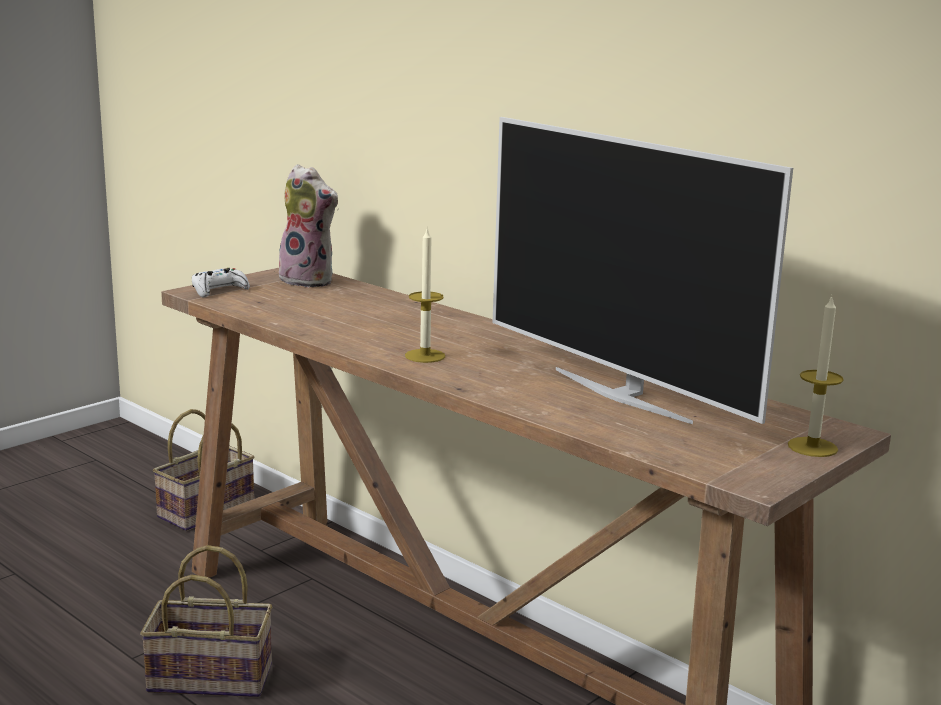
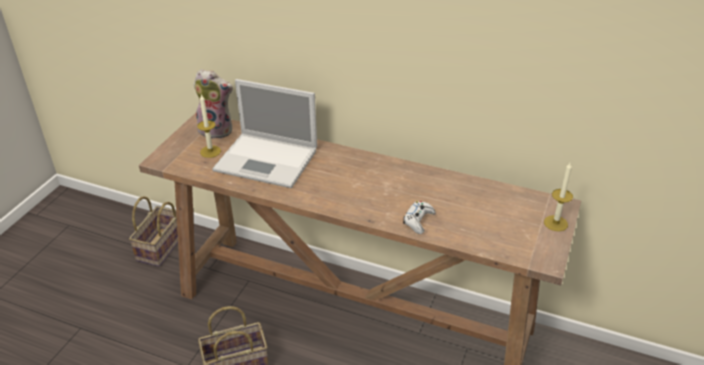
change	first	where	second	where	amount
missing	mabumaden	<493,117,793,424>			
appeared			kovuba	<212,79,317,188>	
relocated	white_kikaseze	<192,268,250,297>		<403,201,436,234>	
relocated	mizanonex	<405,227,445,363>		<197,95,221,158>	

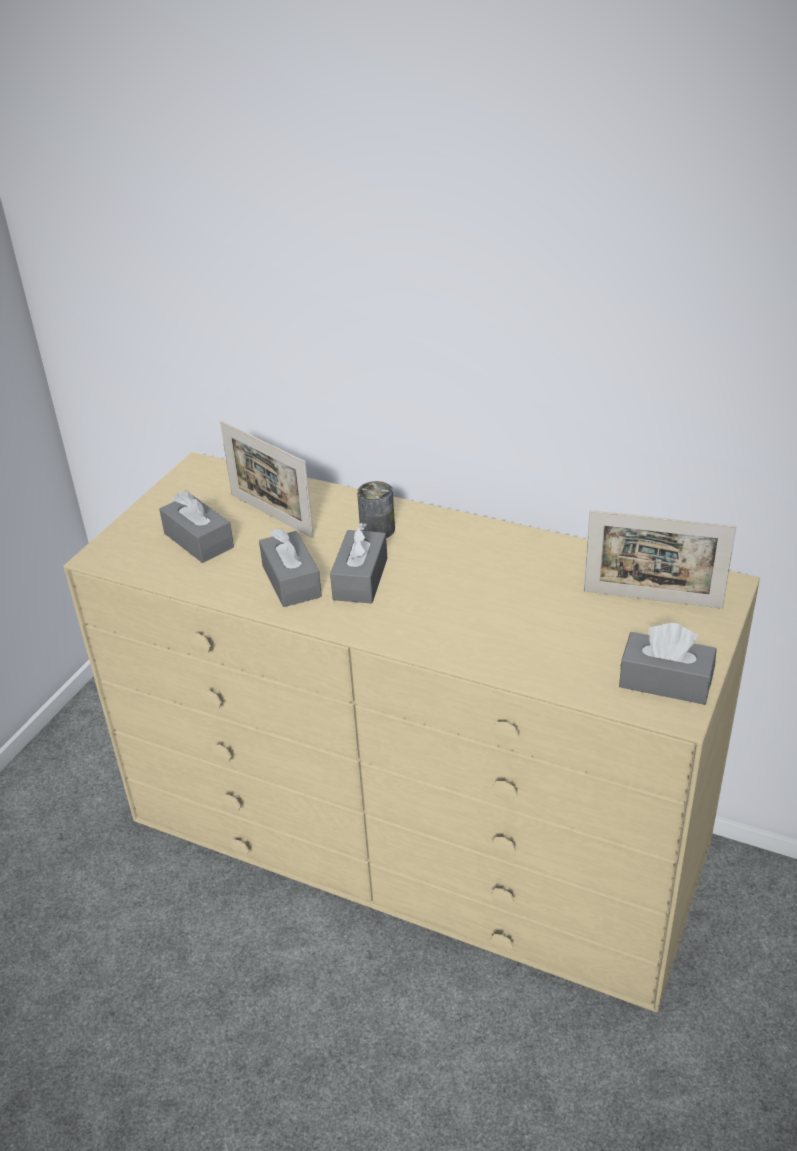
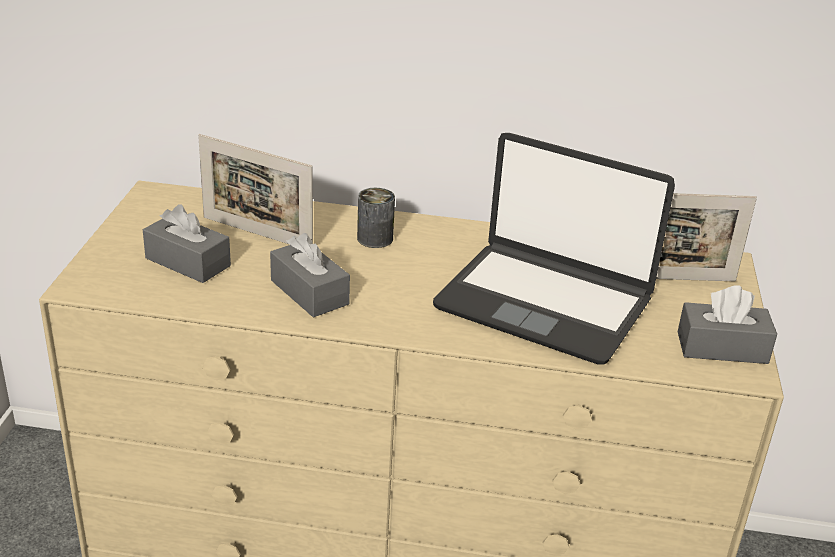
change	first	where	second	where	amount
missing	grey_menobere	<330,523,387,604>			
appeared			kovuba	<433,133,675,365>	

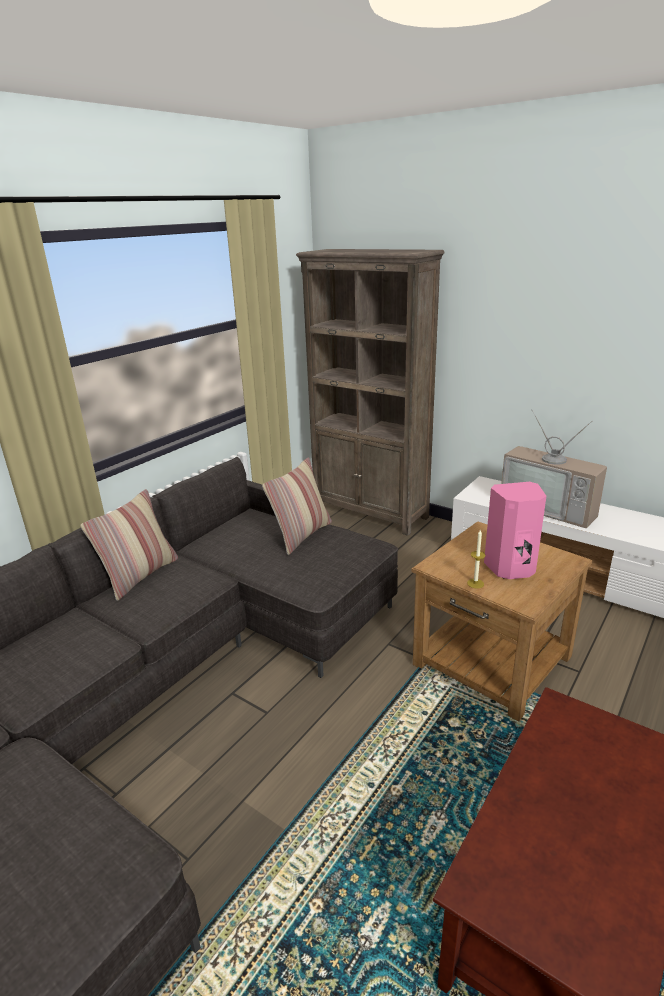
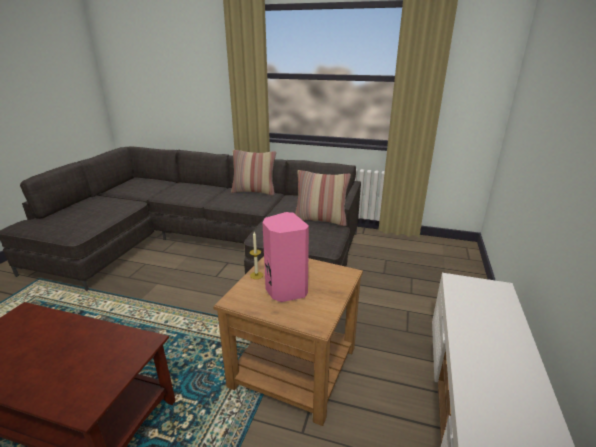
change	first	where	second	where	amount
missing	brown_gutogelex	<296,249,445,536>			
missing	mabumaden	<501,410,607,528>			

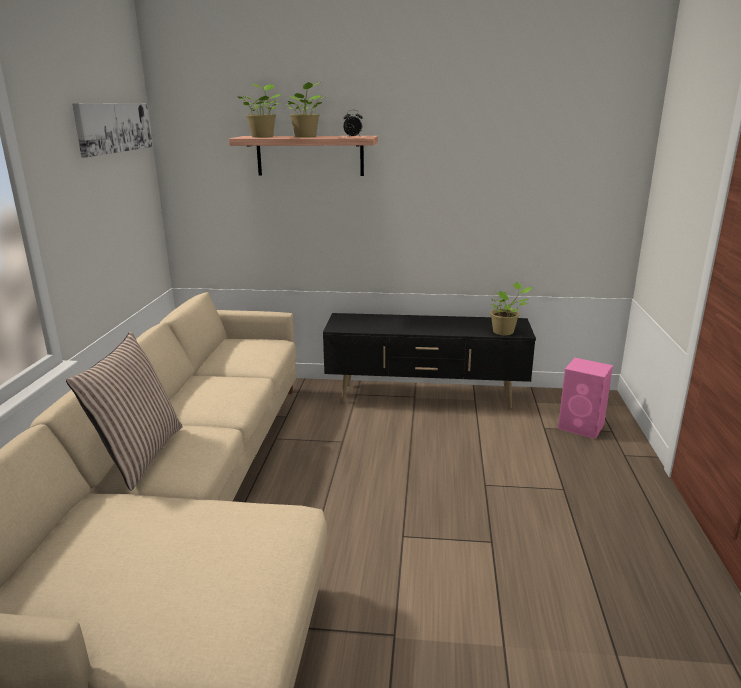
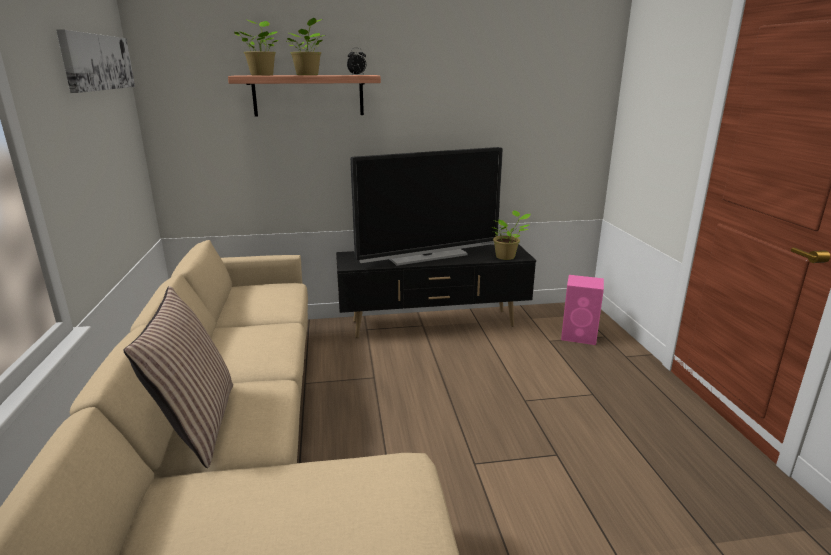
change	first	where	second	where	amount
appeared			mabumaden	<350,147,503,266>	

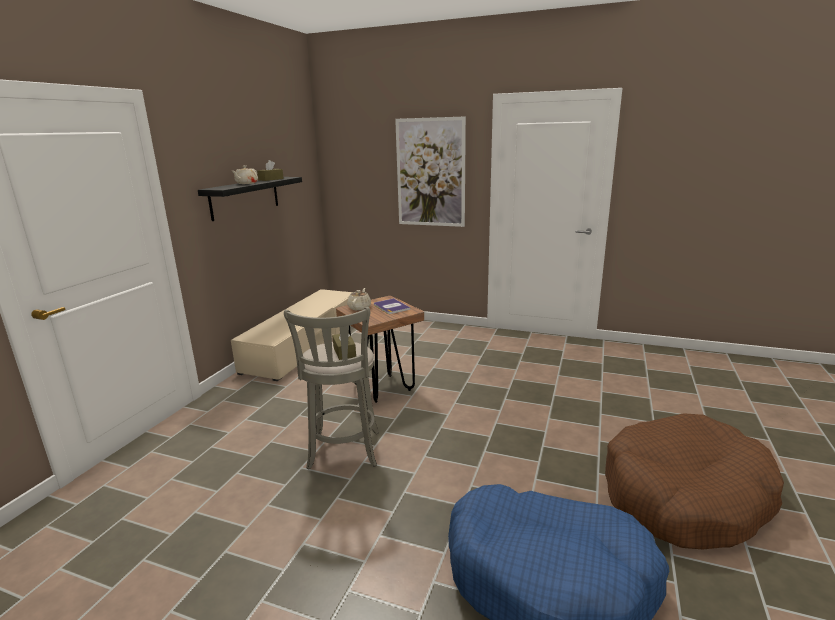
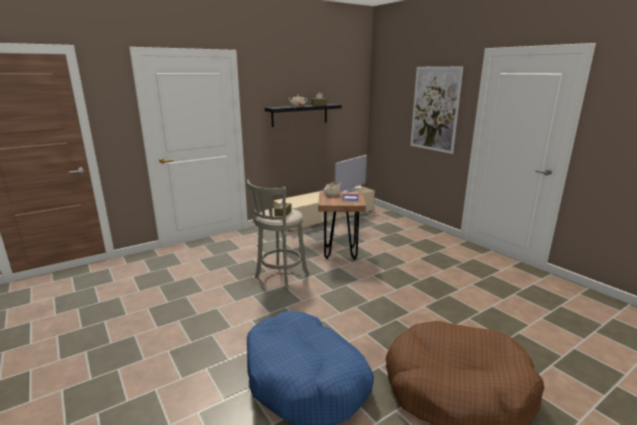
change	first	where	second	where	amount
appeared			mabumaden	<335,155,367,192>	

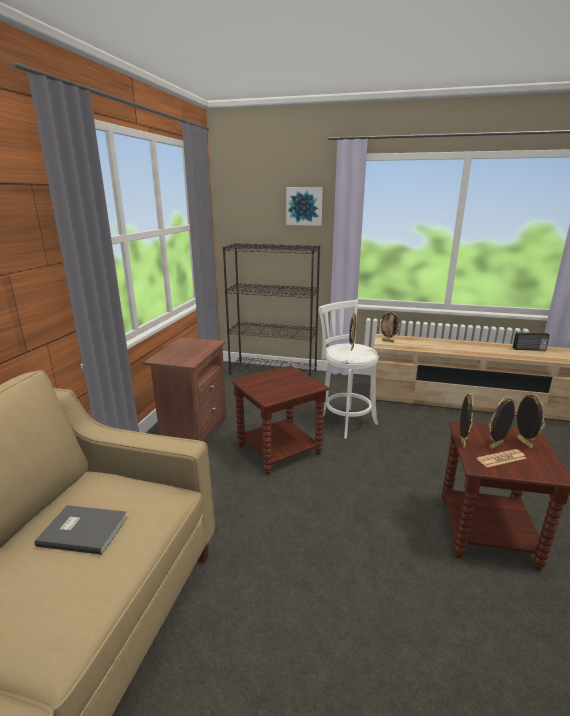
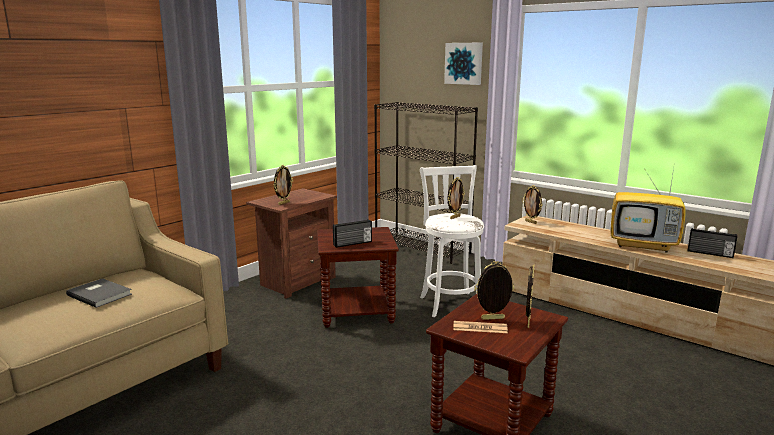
change	first	where	second	where	amount
appeared			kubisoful	<333,219,372,248>	
appeared			mabumaden	<611,165,686,253>	
relocated	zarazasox	<460,393,473,448>		<274,165,293,205>	

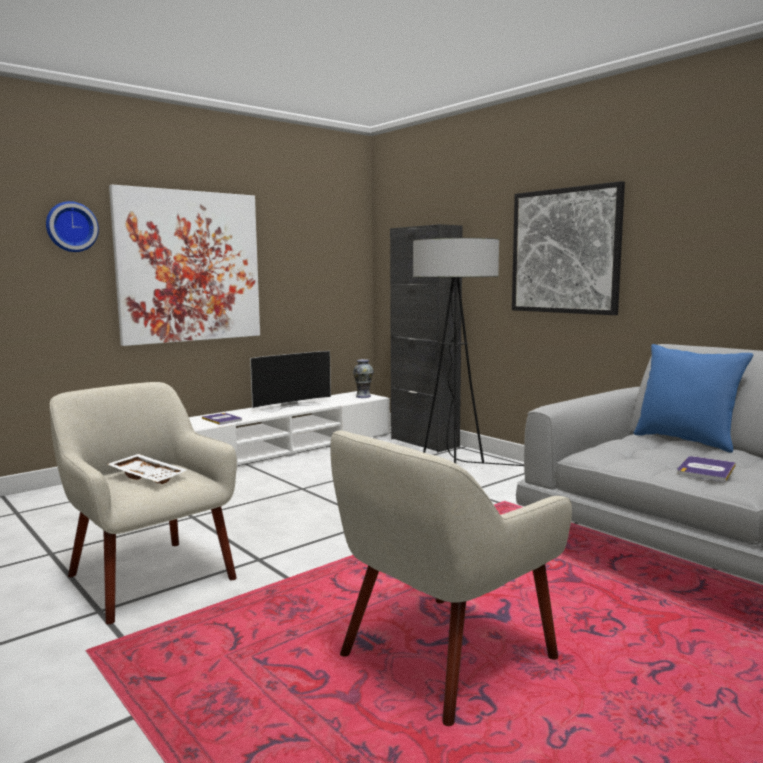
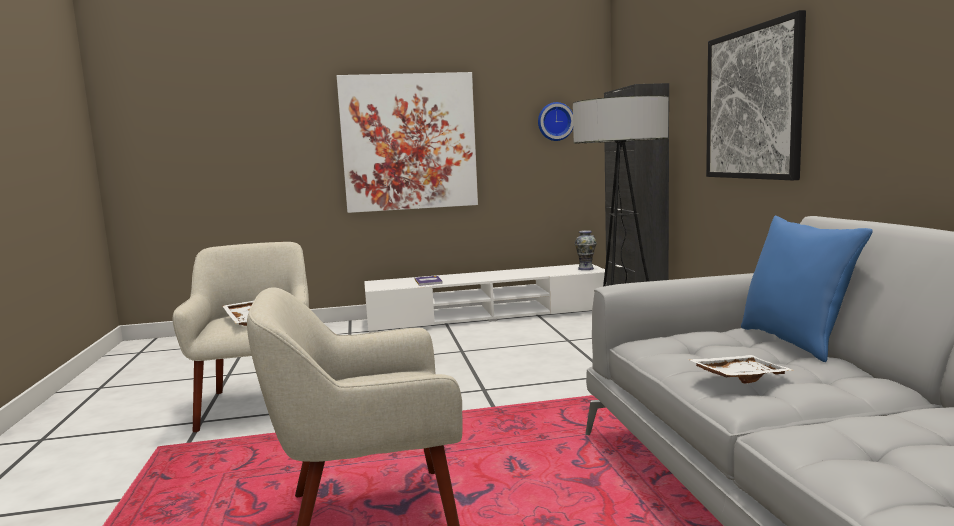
change	first	where	second	where	amount
missing	mabumaden	<250,351,331,412>			
relocated	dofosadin	<46,201,99,252>		<538,102,573,141>	
exchanged	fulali	<677,456,736,482>	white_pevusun	<687,355,793,383>	

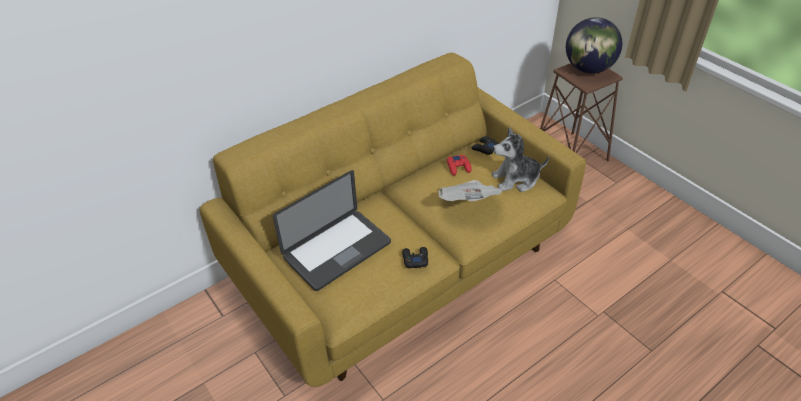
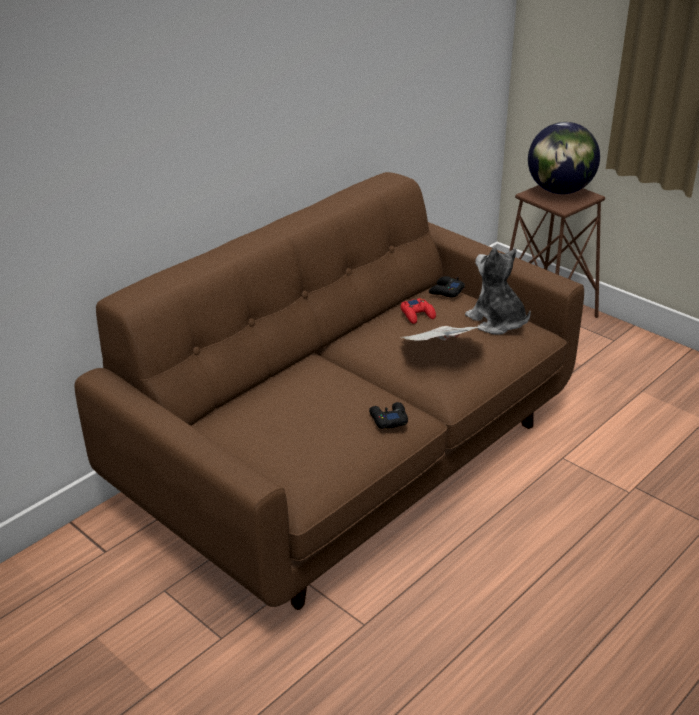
change	first	where	second	where	amount
missing	kovuba	<273,170,391,291>			
colour	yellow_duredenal	<200,53,586,387>	brown_duredenal	<75,172,584,610>	
spun	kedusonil	<492,127,549,192>		<465,247,531,335>	75 degrees clockwise

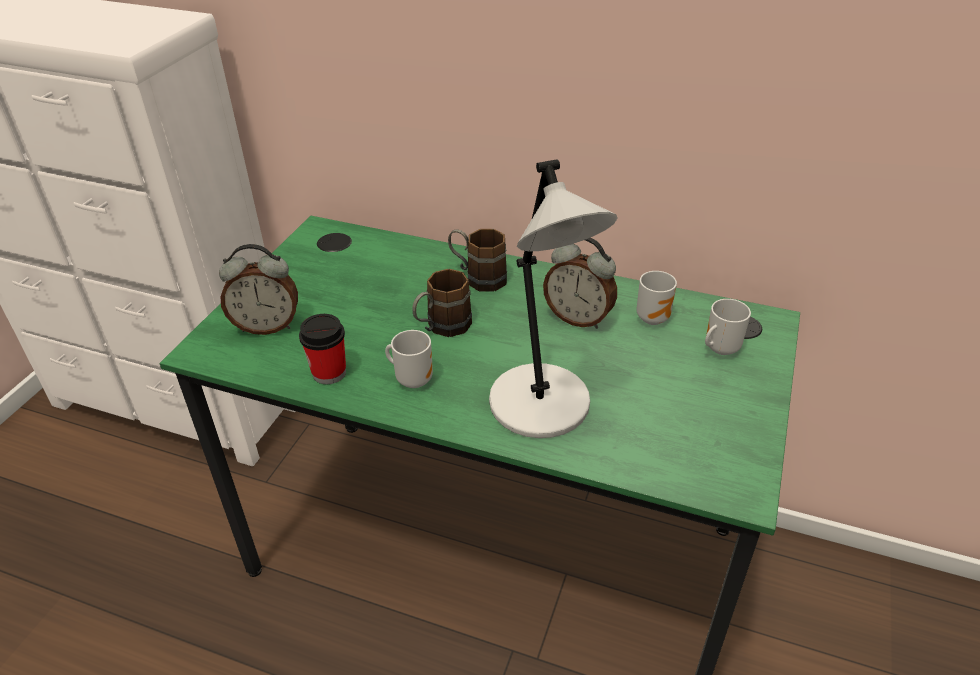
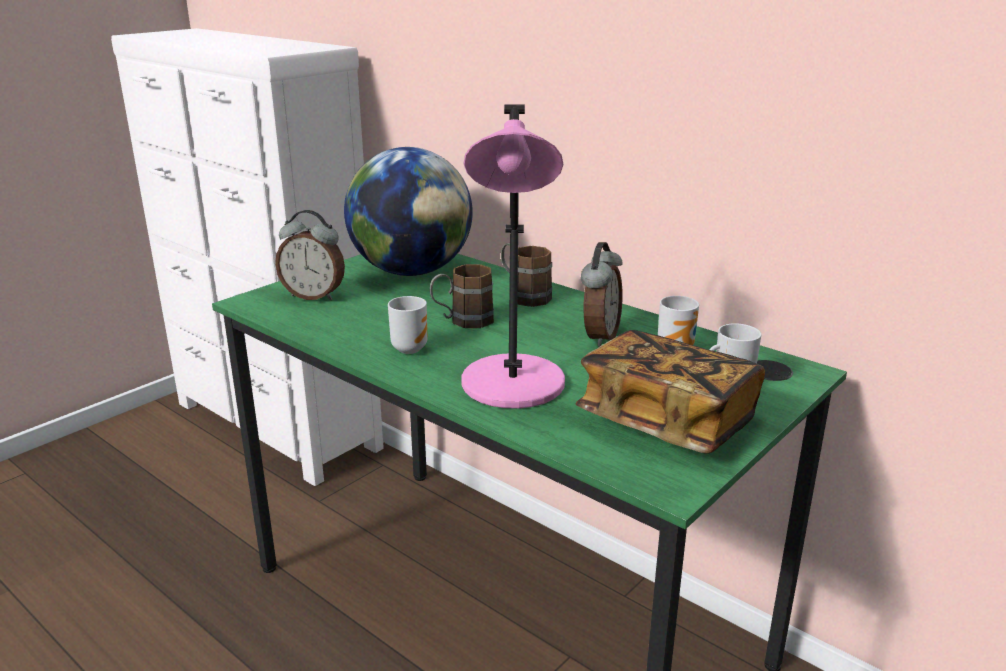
change	first	where	second	where	amount
missing	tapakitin	<299,314,346,384>			
appeared			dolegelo	<344,147,473,276>	
appeared			fulali	<576,330,765,454>	
colour	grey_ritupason	<489,159,618,438>	pink_ritupason	<461,104,565,408>	
spun	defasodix	<543,237,617,329>		<581,242,623,347>	120 degrees counterclockwise

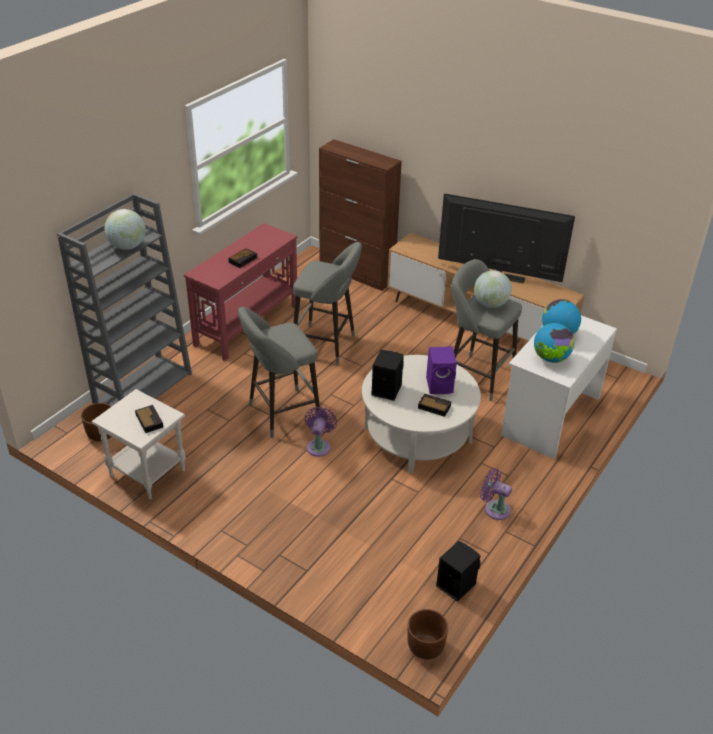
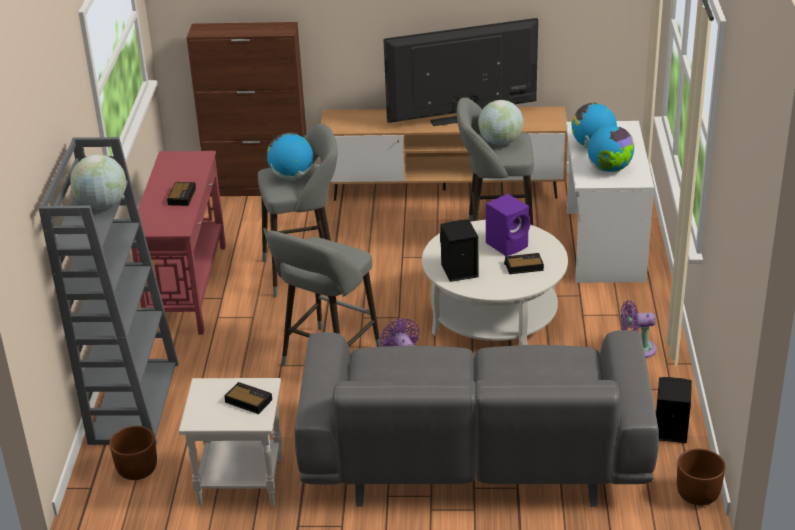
change	first	where	second	where	amount
appeared			dolegelo	<267,133,313,180>	
appeared			grey_duredenal	<295,330,659,507>	

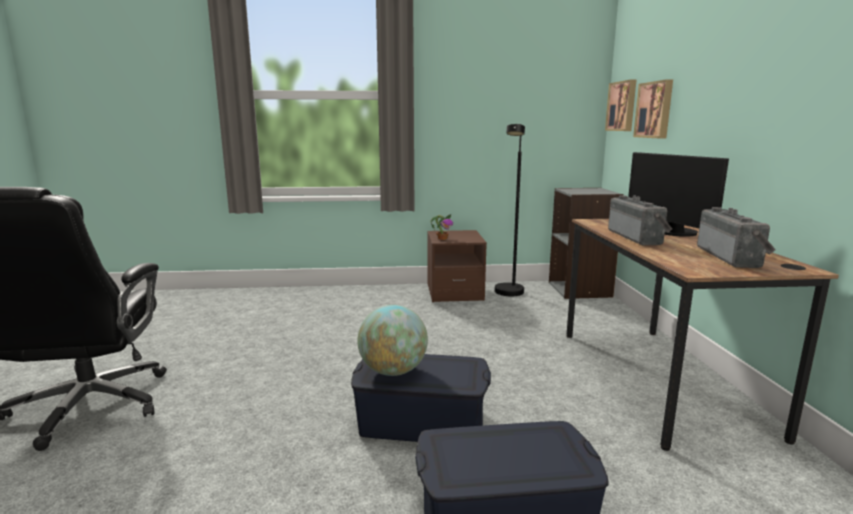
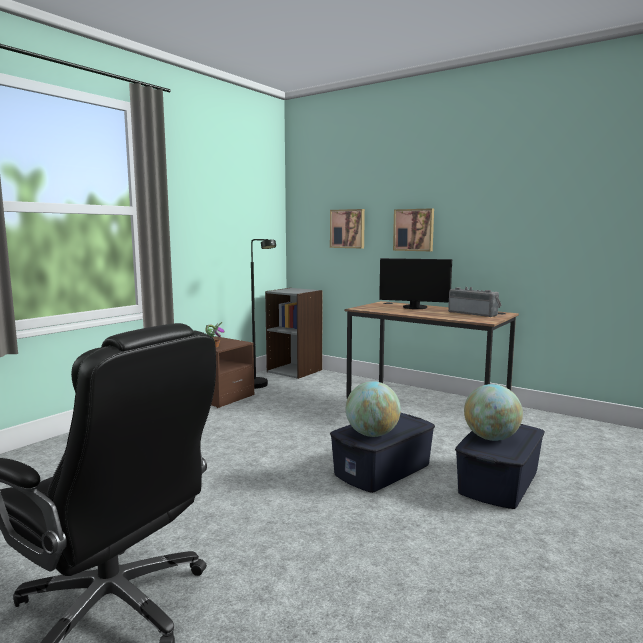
change	first	where	second	where	amount
missing	kubisoful	<608,195,672,245>			
appeared			dolegelo	<464,384,523,441>	
relocated	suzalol	<605,79,636,131>		<393,208,434,251>	

